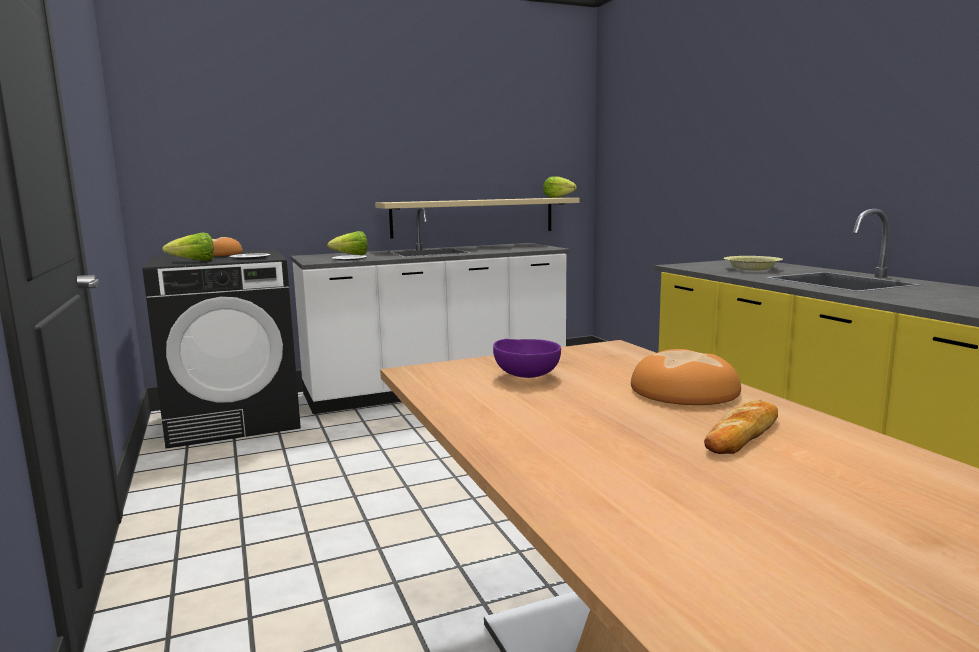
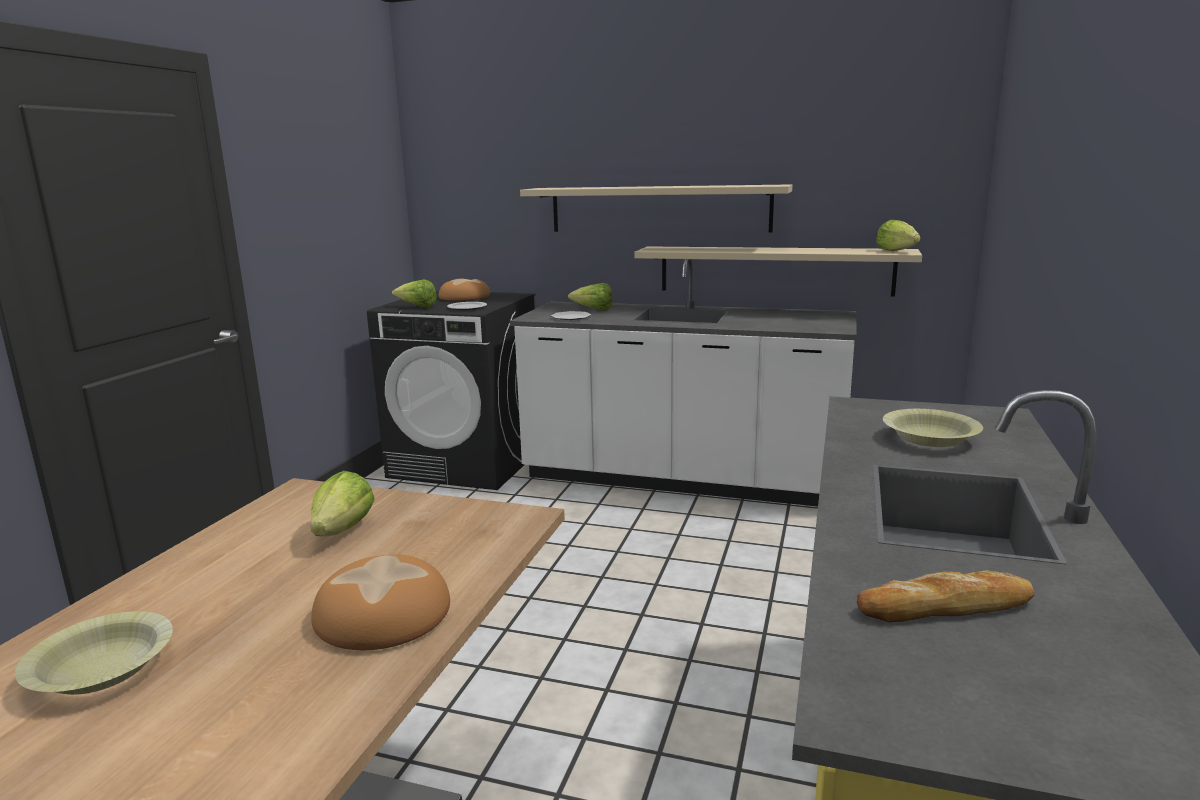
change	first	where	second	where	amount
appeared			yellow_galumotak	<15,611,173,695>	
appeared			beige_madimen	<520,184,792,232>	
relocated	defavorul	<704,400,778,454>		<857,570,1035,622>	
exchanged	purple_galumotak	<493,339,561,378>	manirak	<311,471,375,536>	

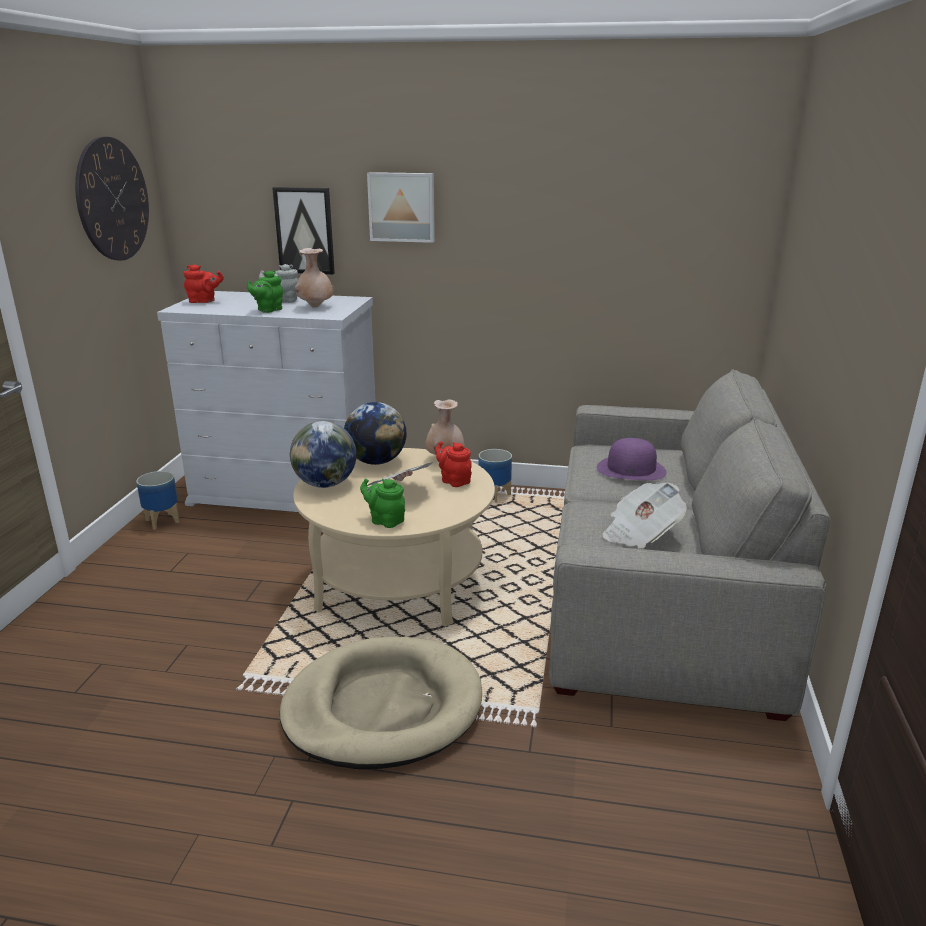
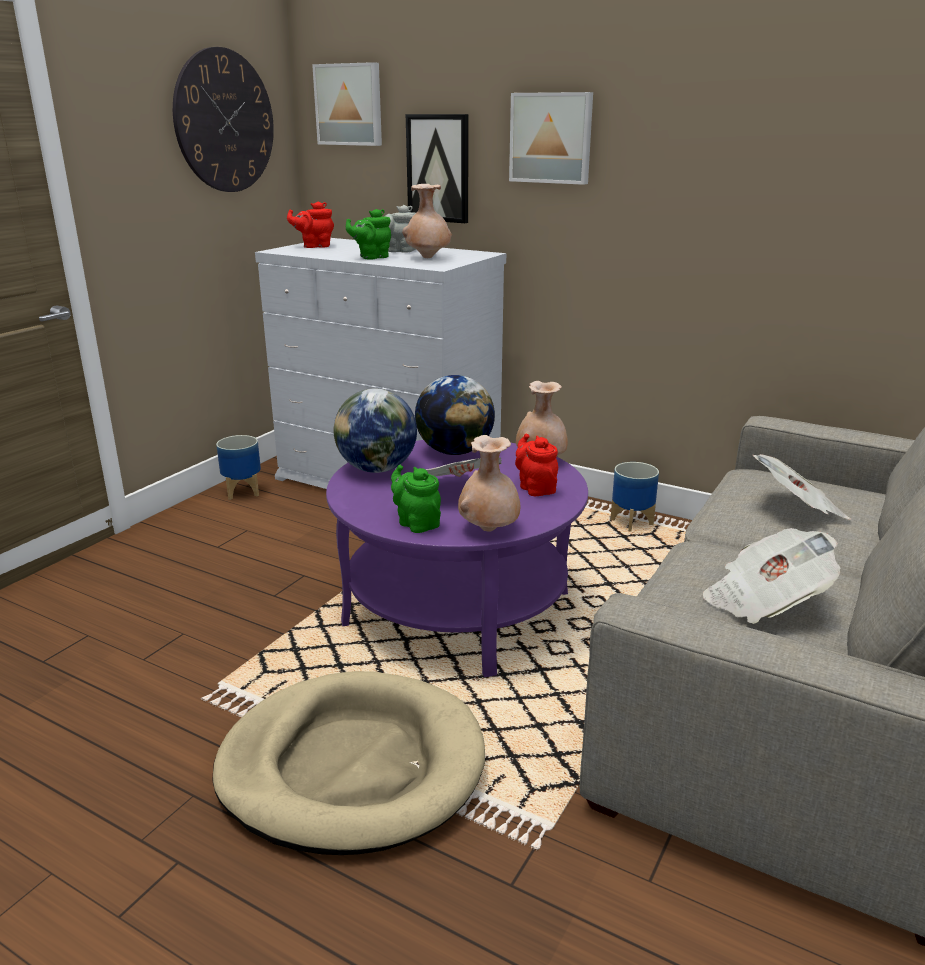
change	first	where	second	where	amount
appeared			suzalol	<312,62,382,146>	
appeared			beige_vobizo	<458,435,520,531>	
exchanged	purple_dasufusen	<597,438,667,480>	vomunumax	<753,454,851,519>	
colour	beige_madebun	<293,448,495,627>	purple_madebun	<326,440,588,677>	
spun	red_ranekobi	<184,264,224,303>		<287,202,334,248>	150 degrees clockwise

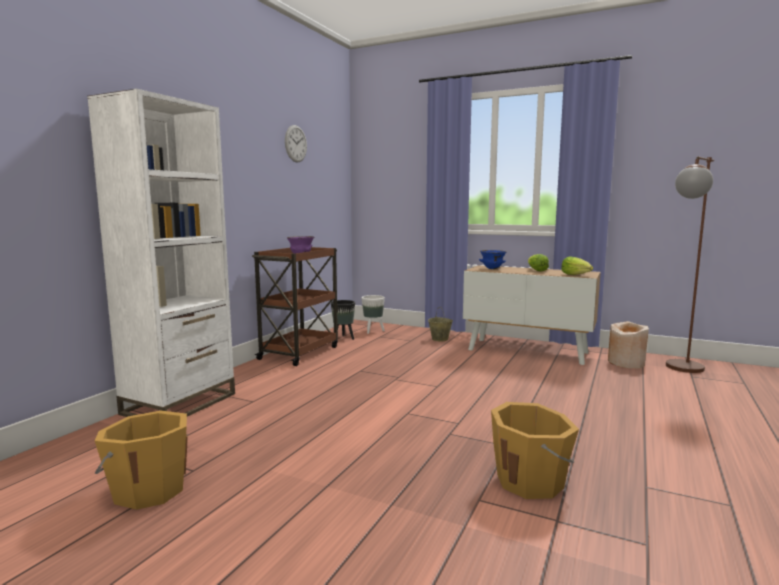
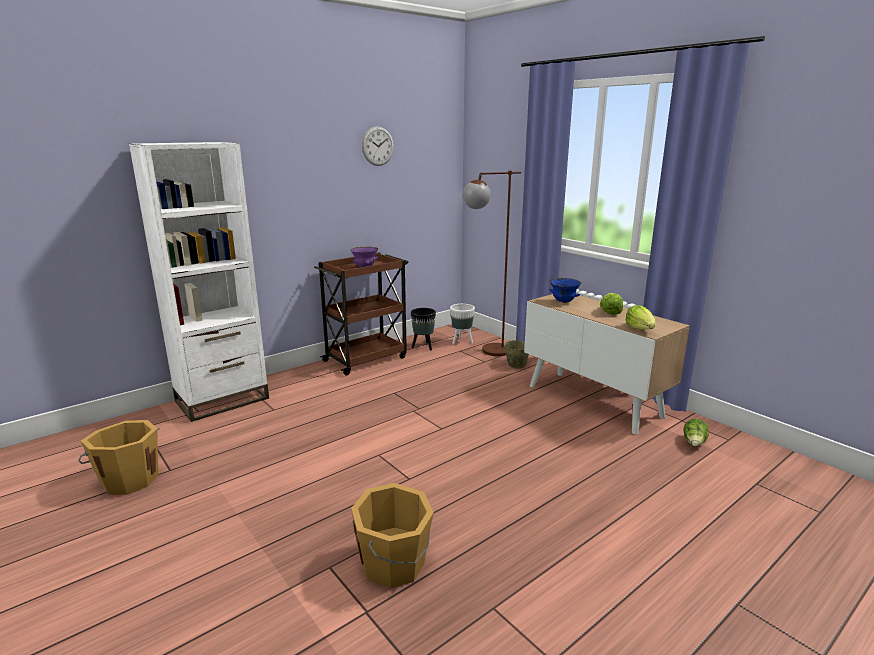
change	first	where	second	where	amount
relocated	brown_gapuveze	<666,156,714,373>		<463,171,521,356>	
exchanged	beige_vobizo	<608,321,649,368>	manirak	<683,418,709,446>	

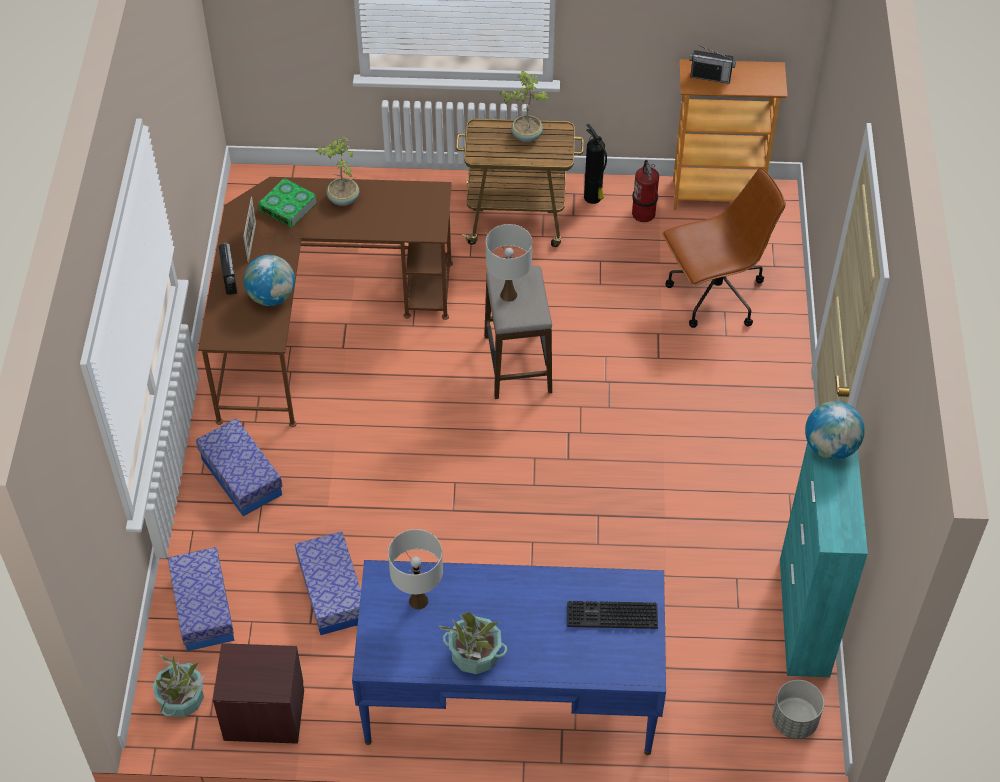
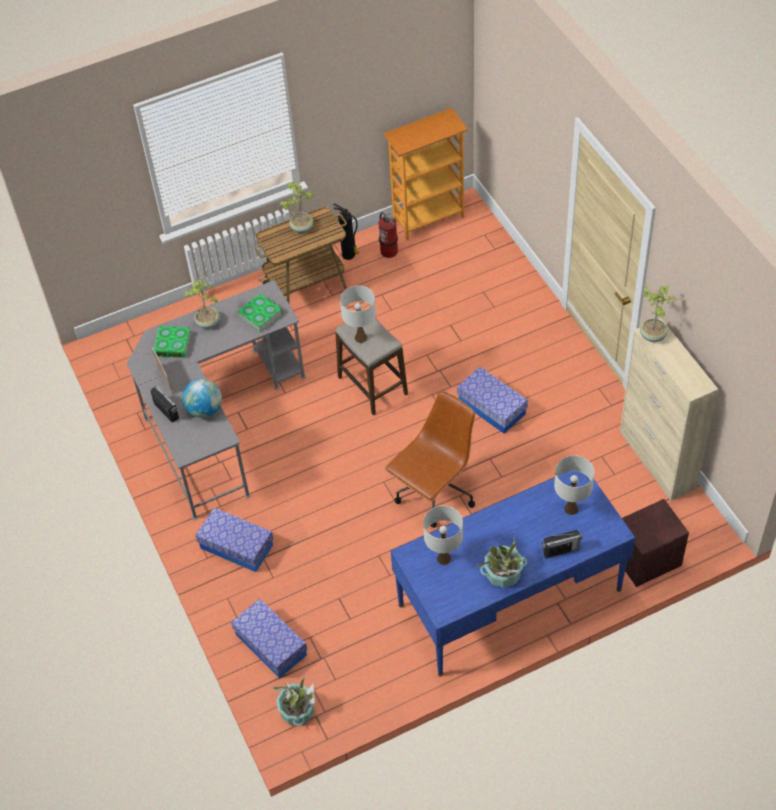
change	first	where	second	where	amount
missing	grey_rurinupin	<772,680,824,739>			
appeared			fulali	<237,293,283,332>	
relocated	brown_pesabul	<213,643,304,744>		<622,499,689,587>	
relocated	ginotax	<295,531,361,635>		<457,367,528,434>	
relocated	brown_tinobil	<662,168,786,328>		<385,391,475,528>	
relocated	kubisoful	<689,45,736,84>		<542,530,583,559>	
exchanged	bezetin	<567,601,658,629>	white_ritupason	<554,455,595,515>	
exchanged	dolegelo	<805,401,865,460>	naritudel	<640,286,678,342>	
colour	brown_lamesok	<198,177,453,427>	grey_lamesok	<126,280,306,520>	
colour	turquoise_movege	<780,442,868,677>	beige_movege	<620,319,718,501>	

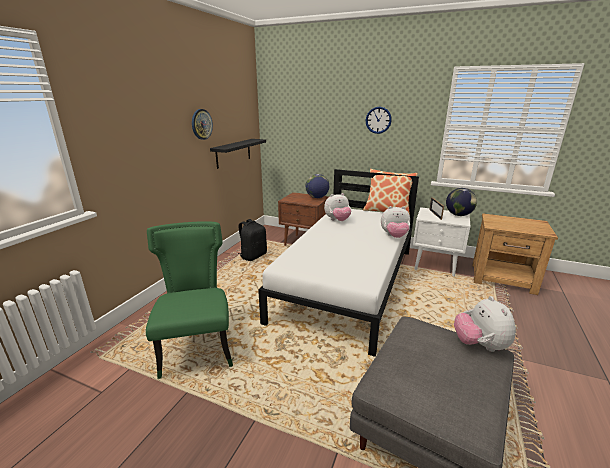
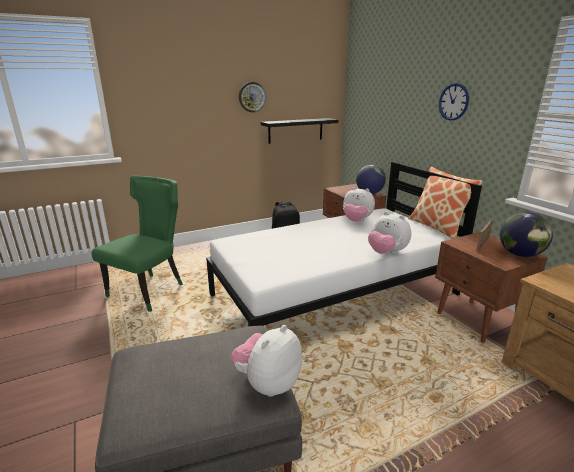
change	first	where	second	where	amount
colour	white_pesabul	<413,207,471,277>	brown_pesabul	<435,232,548,343>	

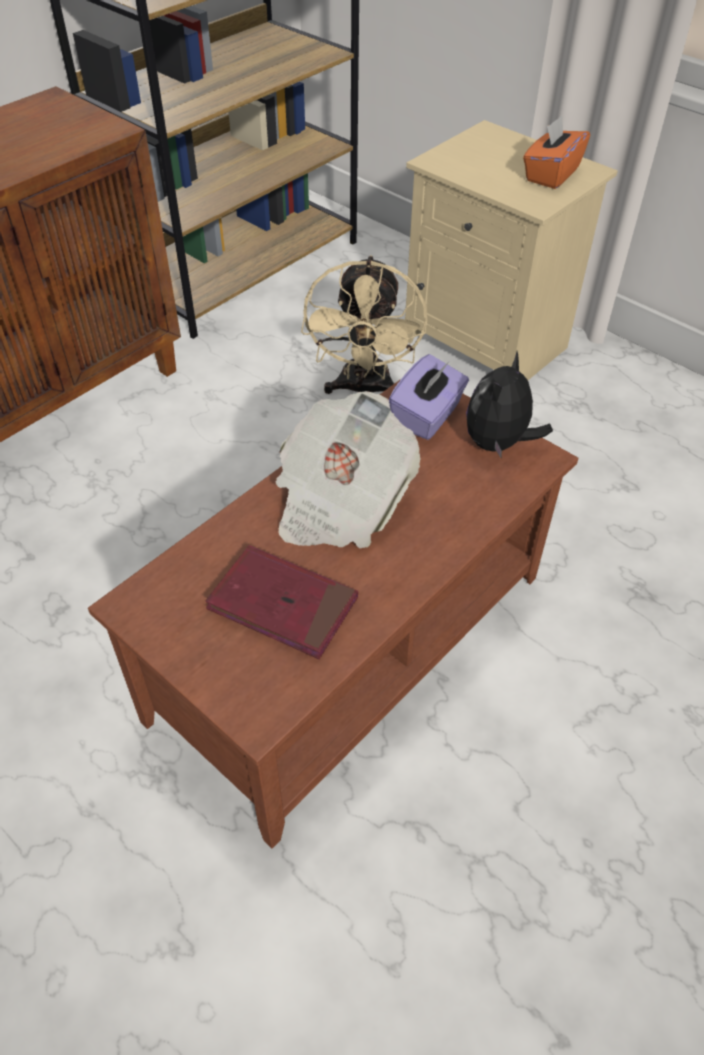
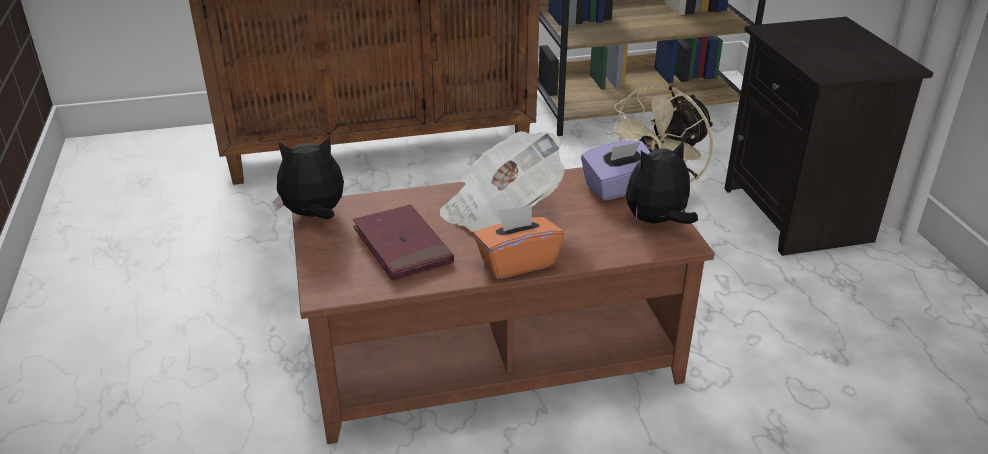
change	first	where	second	where	amount
appeared			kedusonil	<272,136,344,219>	
relocated	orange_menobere	<523,115,590,189>		<474,204,564,279>	
colour	beige_pesabul	<405,120,618,380>	black_pesabul	<724,17,933,256>	

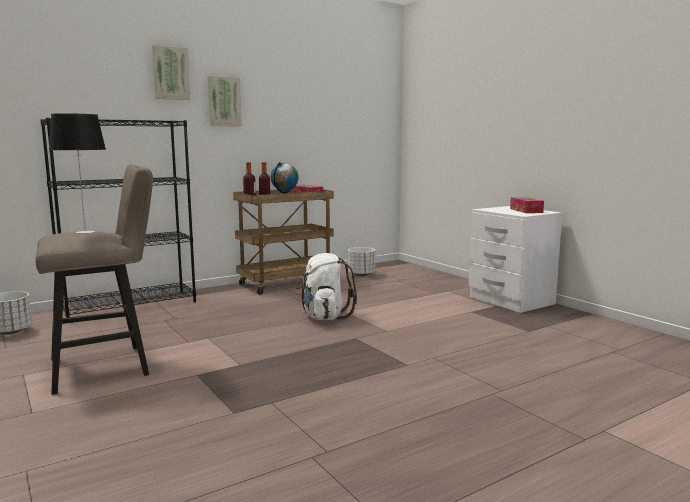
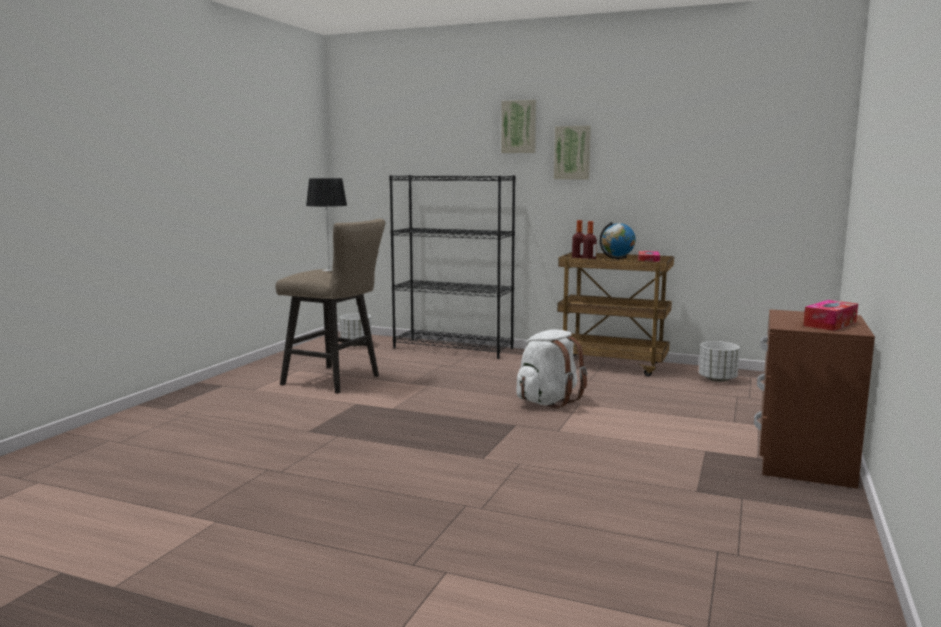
change	first	where	second	where	amount
colour	white_pesabul	<469,206,562,313>	brown_pesabul	<754,309,875,488>	

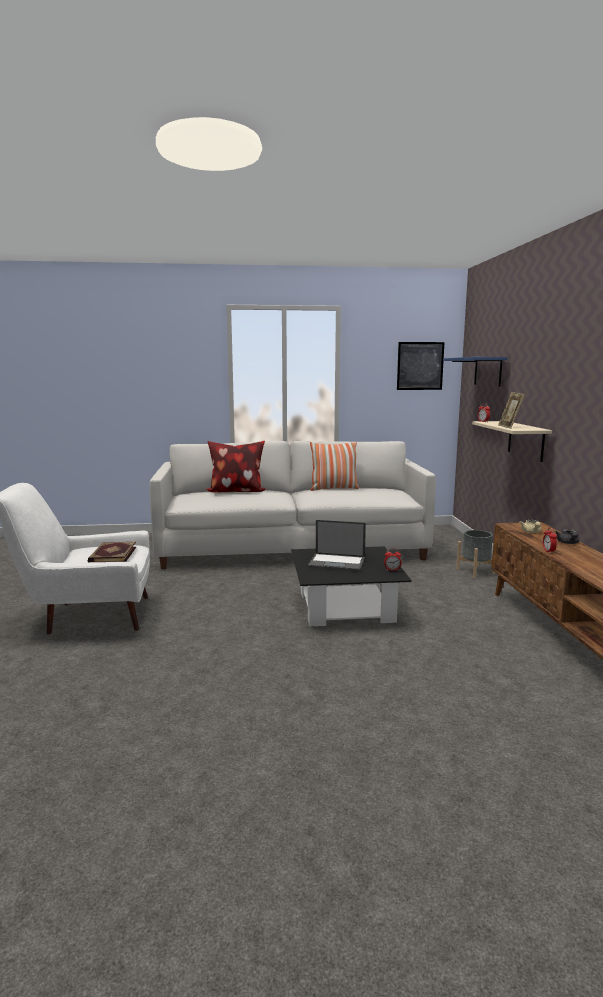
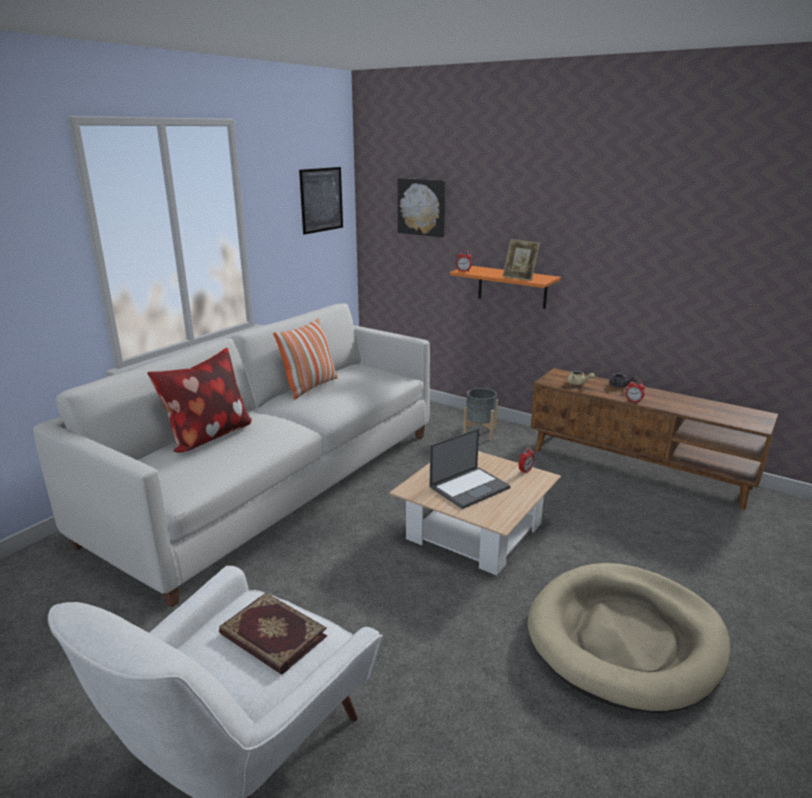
change	first	where	second	where	amount
appeared			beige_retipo	<527,563,730,713>	
exchanged	blue_madimen	<443,357,507,386>	suzalol	<398,178,445,237>	
colour	black_madebun	<291,546,412,627>	beige_madebun	<389,451,561,576>	
colour	beige_madimen	<472,421,552,462>	orange_madimen	<450,266,561,309>	

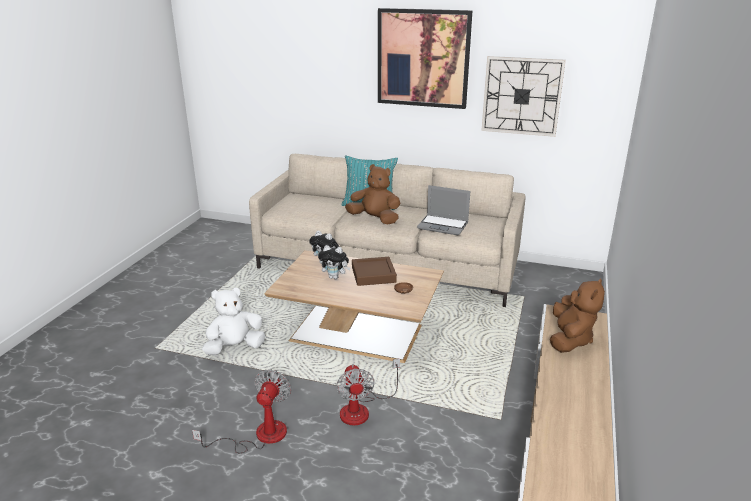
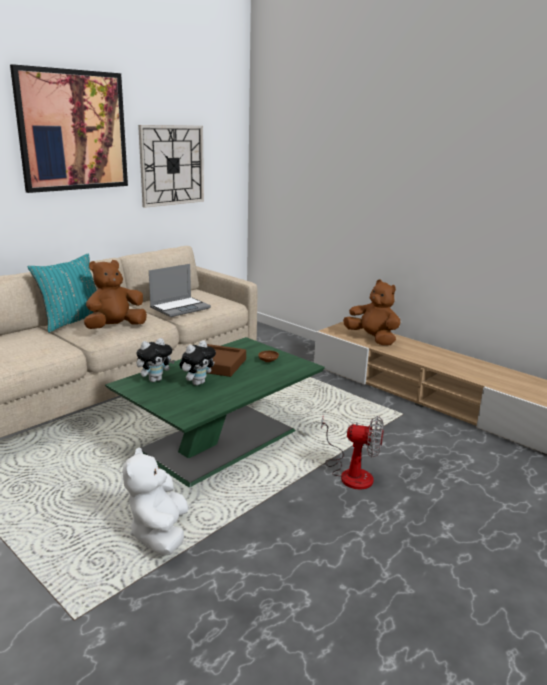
change	first	where	second	where	amount
missing	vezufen	<192,369,291,453>			
colour	brown_madebun	<264,250,444,363>	green_madebun	<105,337,325,487>	

